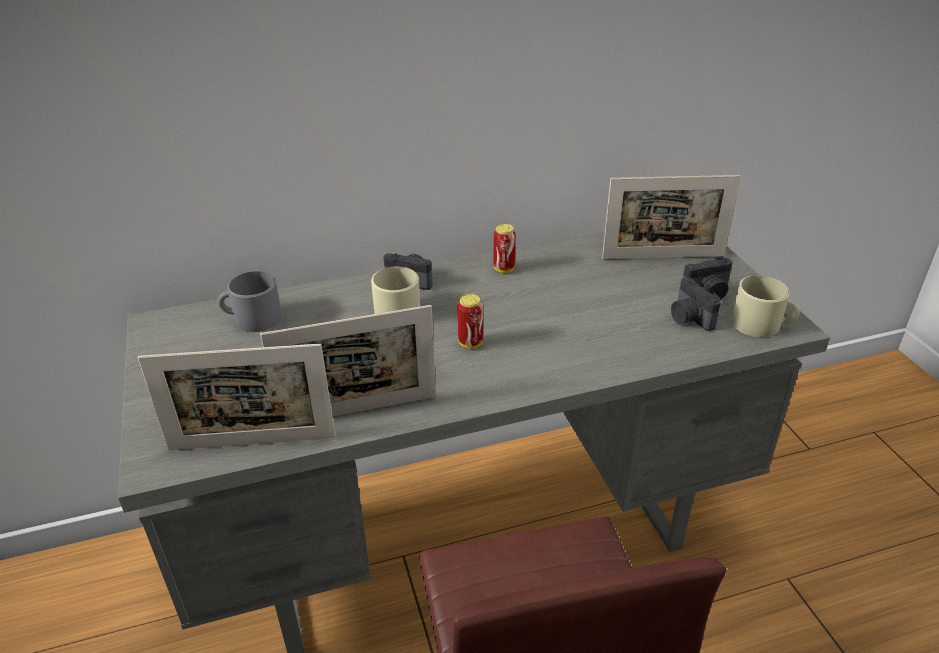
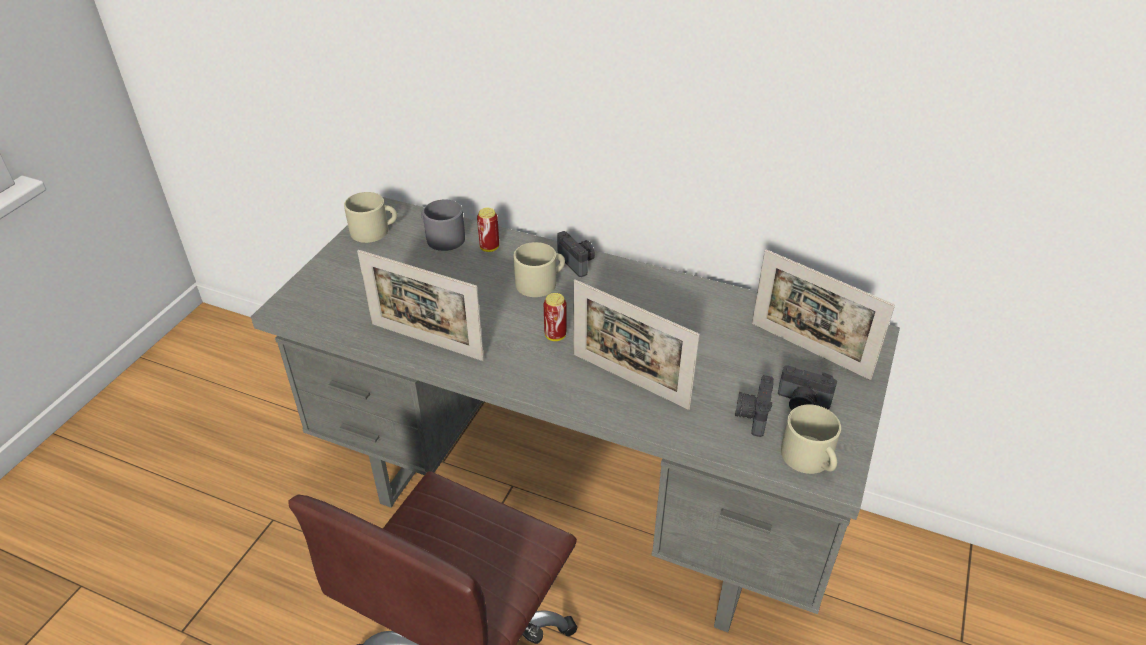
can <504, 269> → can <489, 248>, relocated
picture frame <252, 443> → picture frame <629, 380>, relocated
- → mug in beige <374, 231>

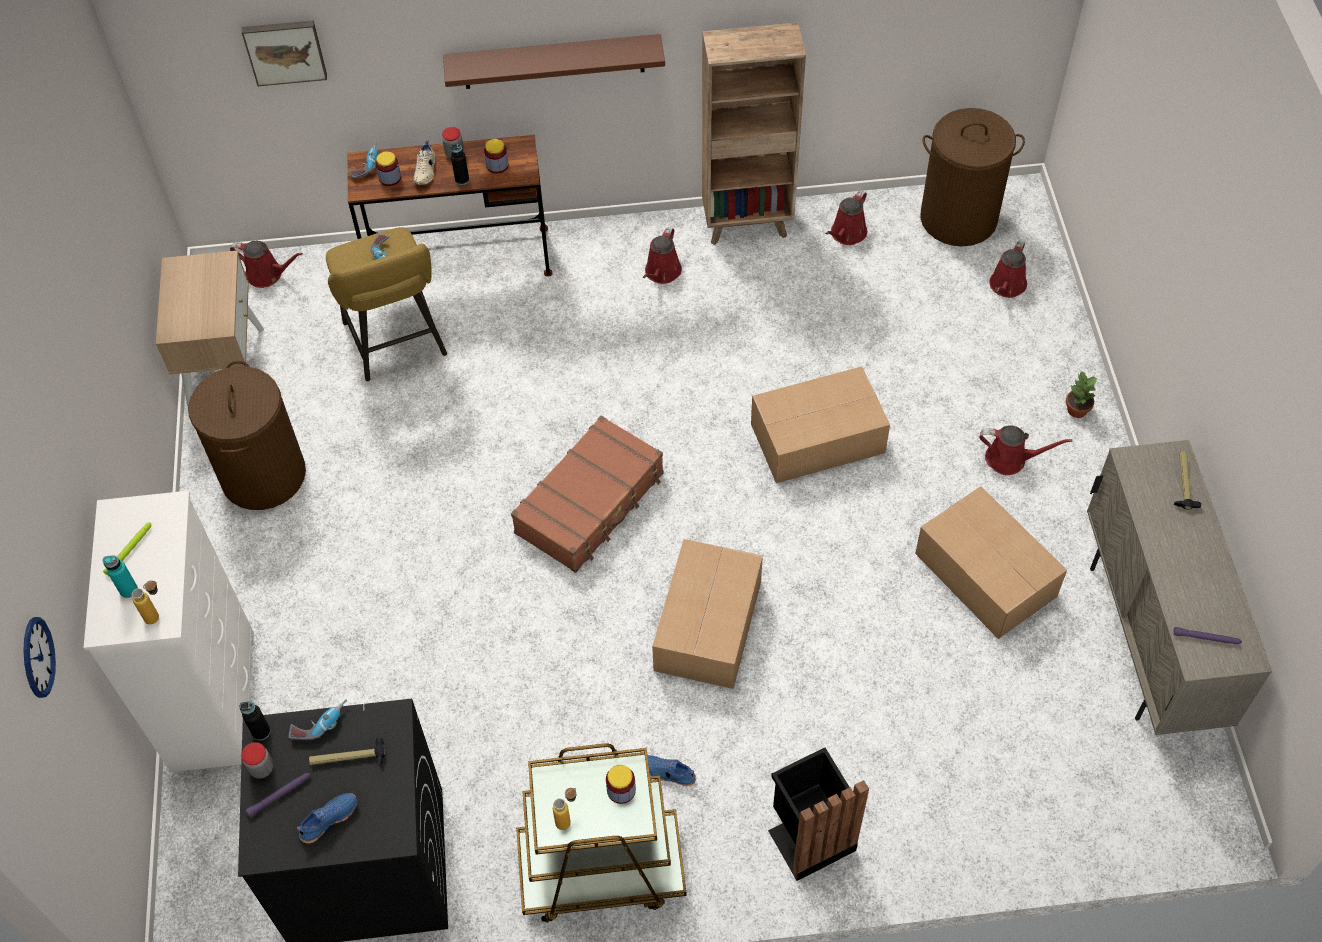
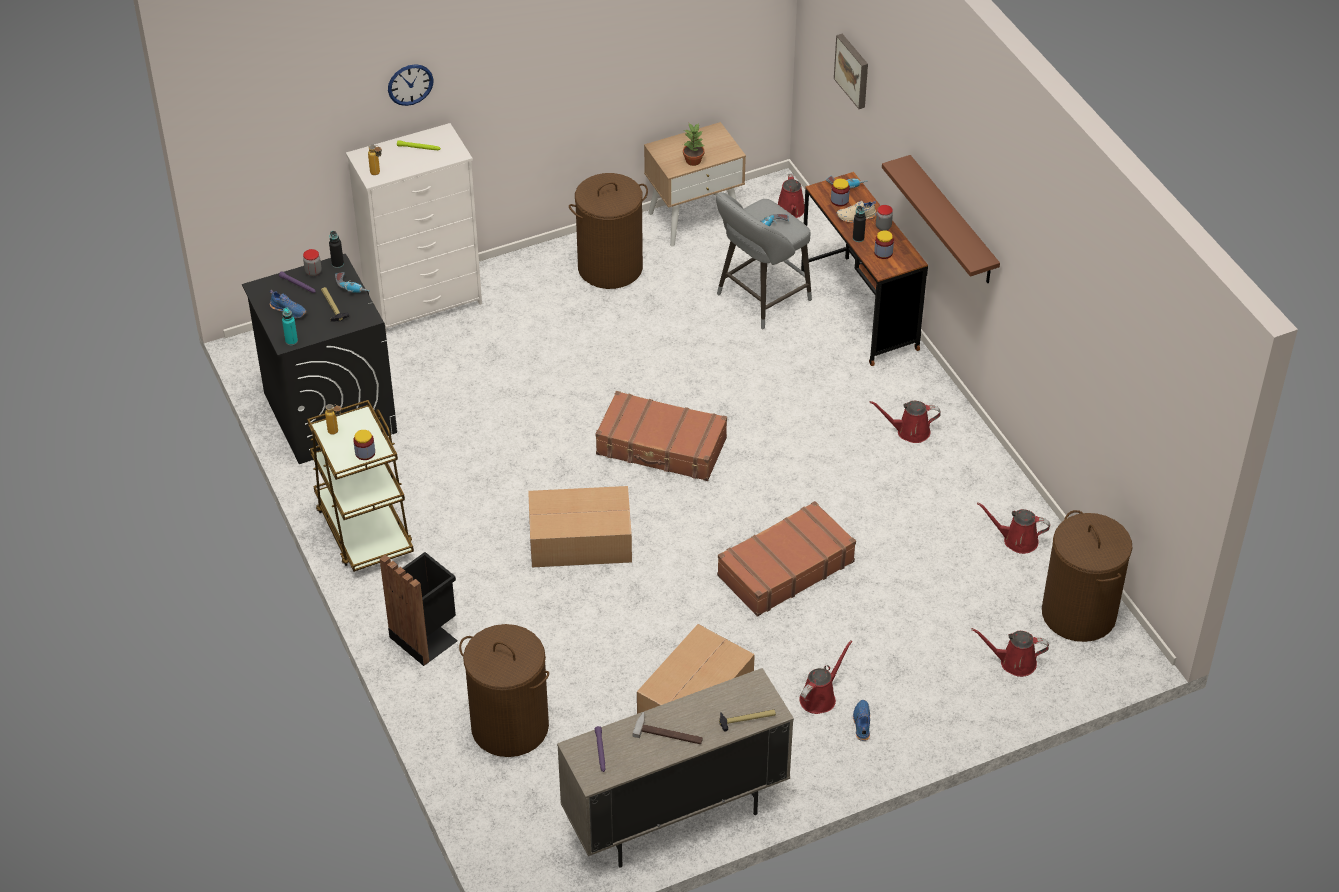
bookcase in brown <748, 224> → -
stool in yellow <397, 344> → stool in grey <759, 300>
cardboard box <819, 438> → suitcase in brown <784, 568>
potted plant <1076, 409> → potted plant <693, 160>, relocated
watering can in red <1010, 459> → watering can in red <820, 697>, 135 degrees counterclockwise
bottle in turquoise <128, 590> → bottle in turquoise <291, 341>, relocated
wall clock <37, 657> → wall clock <410, 84>, relocated
shoe in blue <668, 773> → shoe in blue <861, 723>, relocated
- → laundry basket in brown <509, 727>
- → hammer <669, 732>

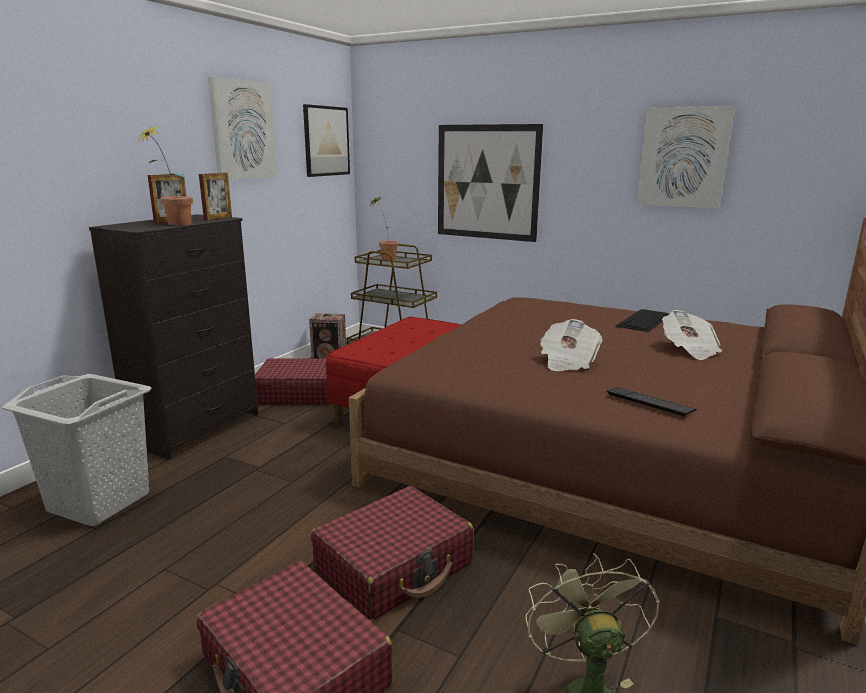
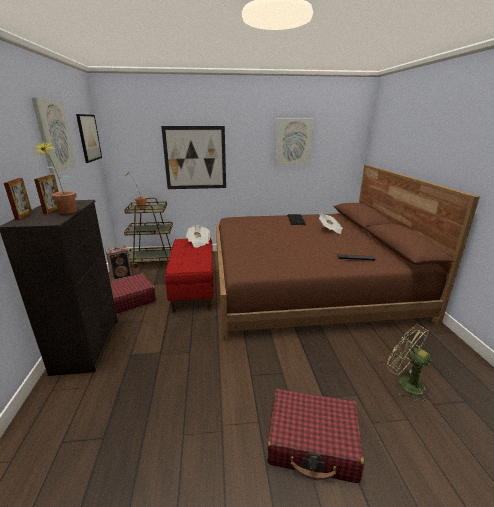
picture frame <218, 218> → picture frame <24, 216>, relocated
newspaper <567, 362> → newspaper <198, 242>, relocated
laundry basket in grey <99, 502> → -
suitcase in red <394, 566> → -

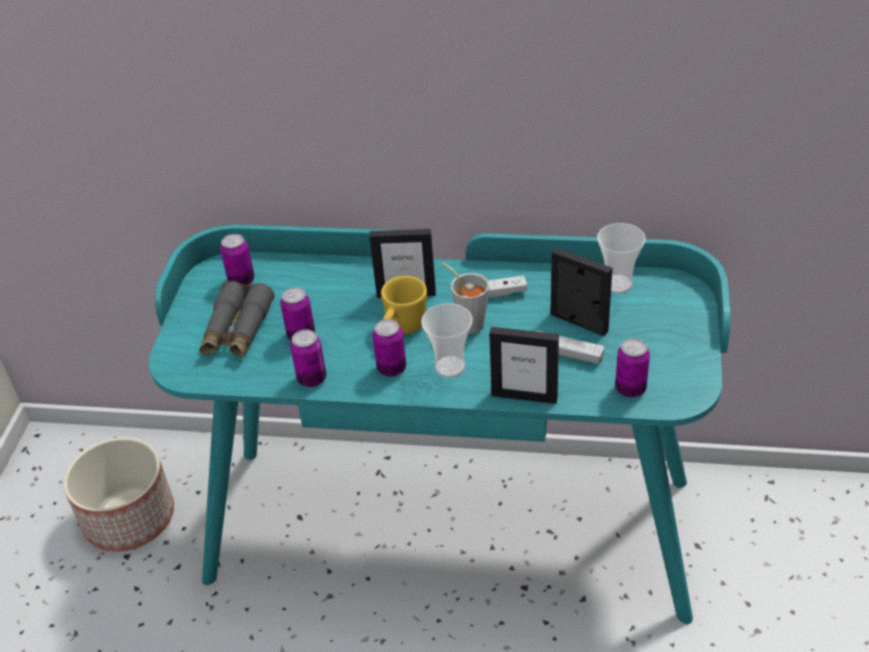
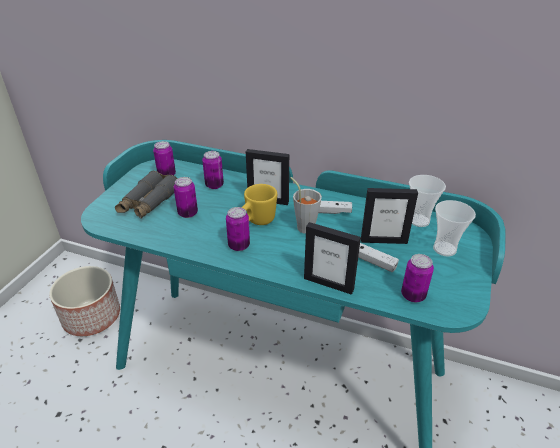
picture frame <578, 323> → picture frame <383, 240>, 135 degrees clockwise
cup <450, 367> → cup <444, 249>, relocated
can <312, 379> → can <214, 185>, relocated

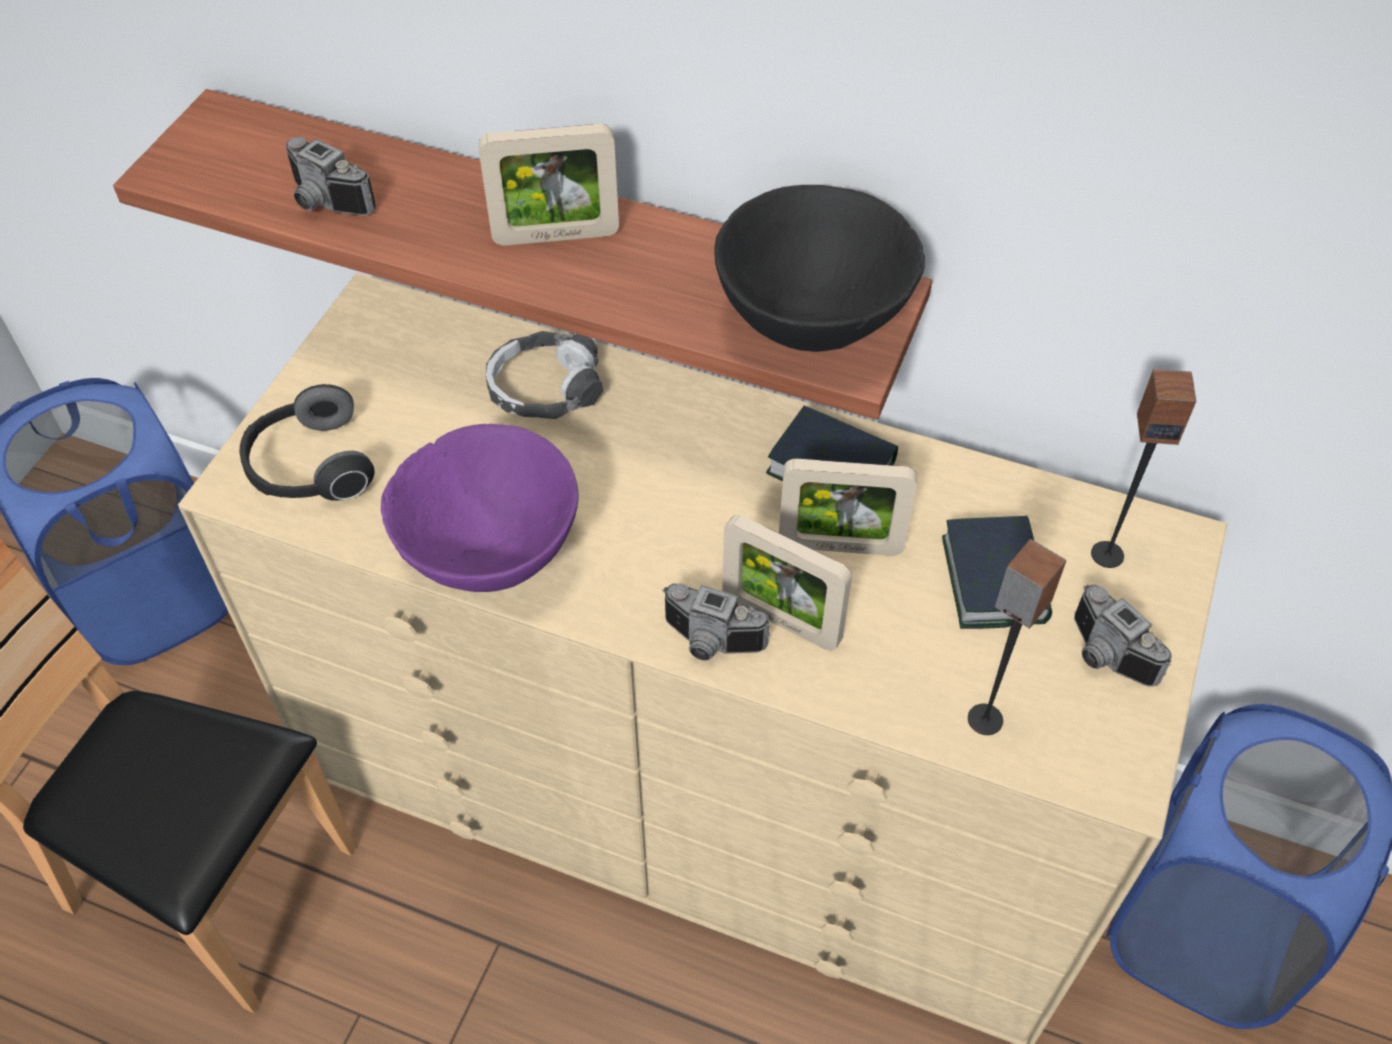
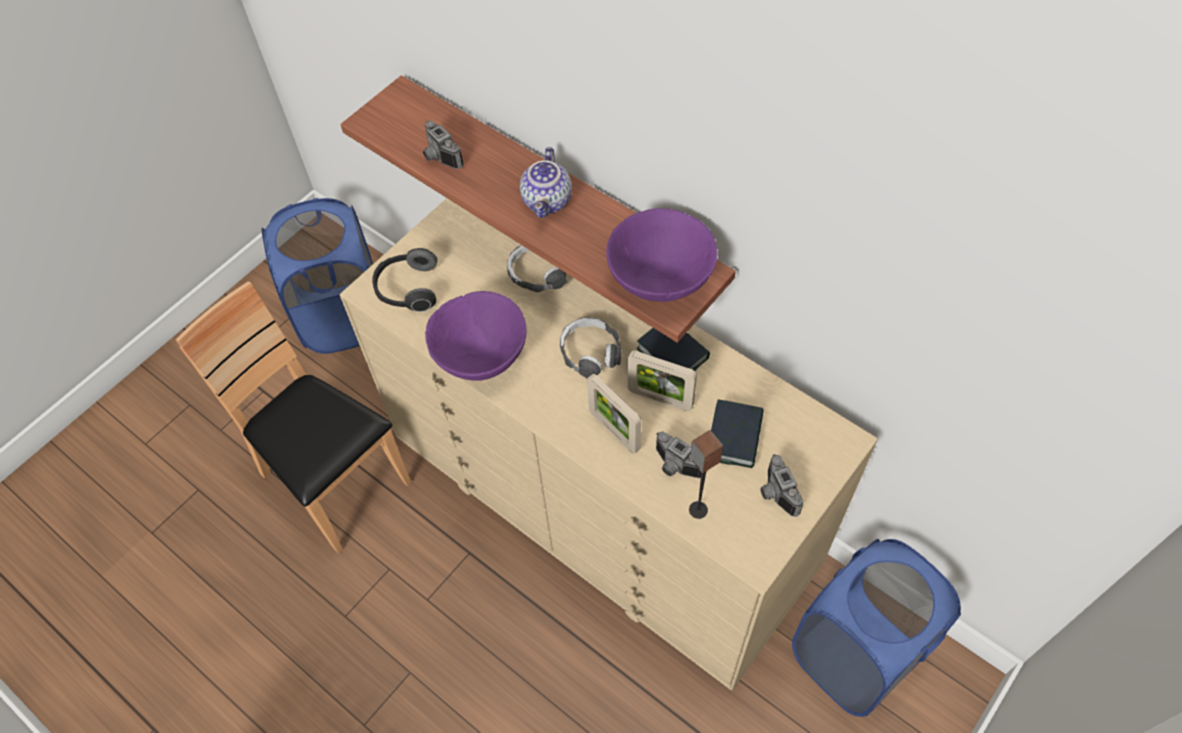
picture frame <556, 236> → teapot <548, 201>
bowl in black <811, 325> → bowl in purple <660, 283>
speaker <1107, 554> → -
photo camera <709, 644> → photo camera <675, 467>, relocated
- → headphones <590, 352>

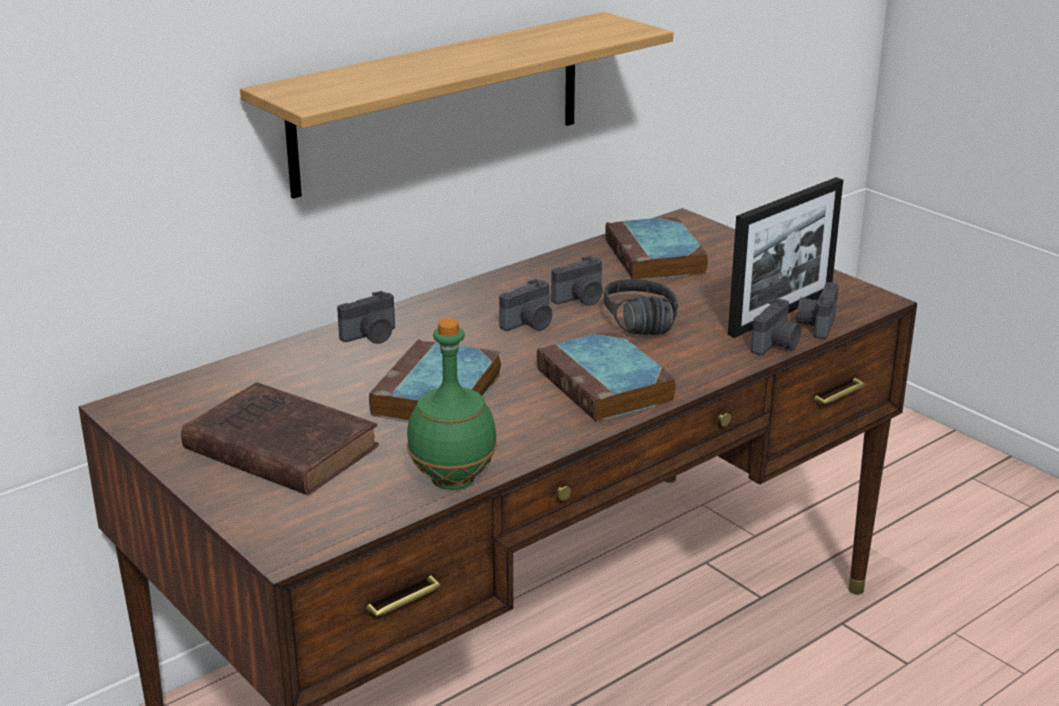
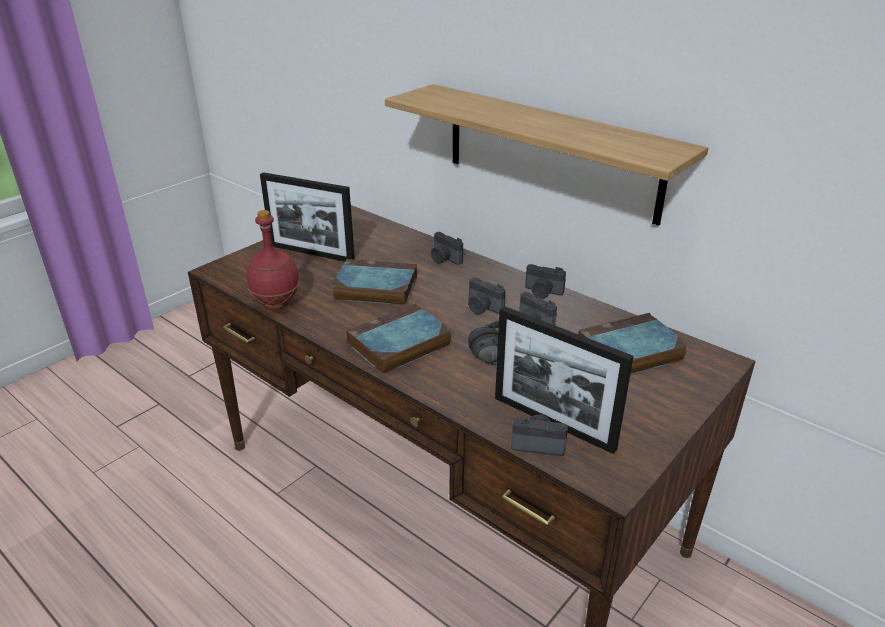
photo camera <777, 345> → photo camera <542, 292>, relocated
bottle in green <453, 480> → bottle in red <277, 304>
book in brown <277, 447> → picture frame <311, 253>

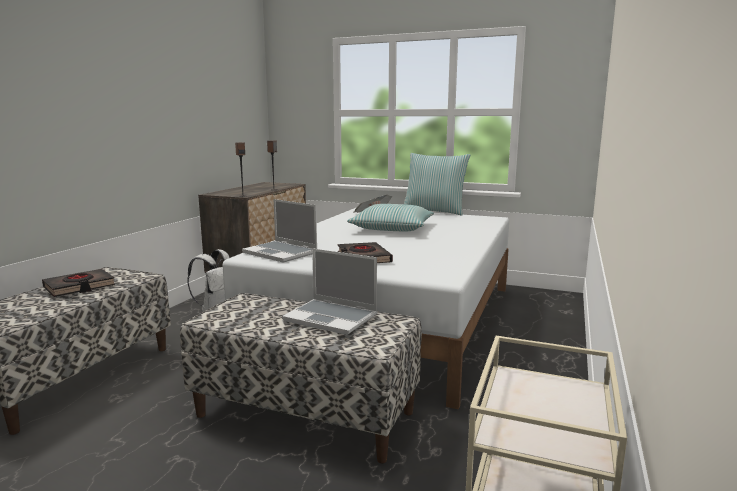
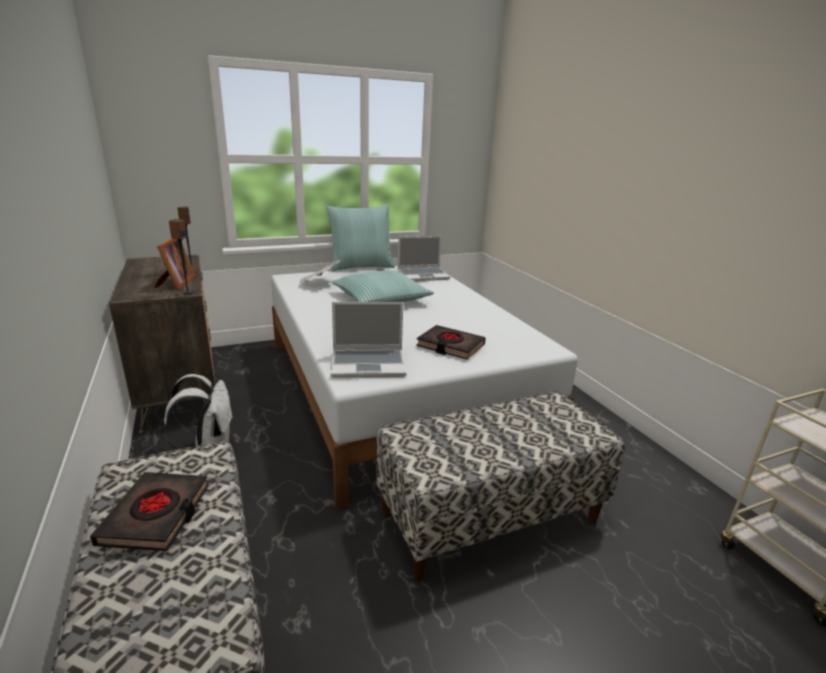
laptop <332, 318> → laptop <423, 275>, relocated
- → picture frame <176, 283>

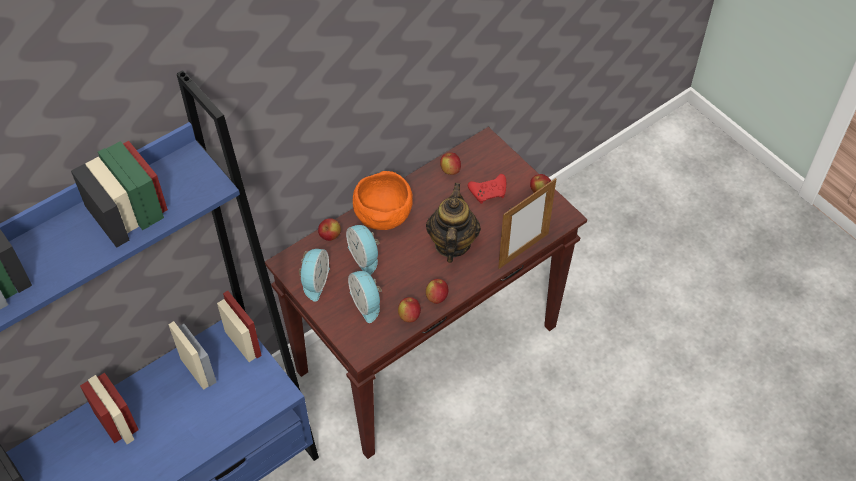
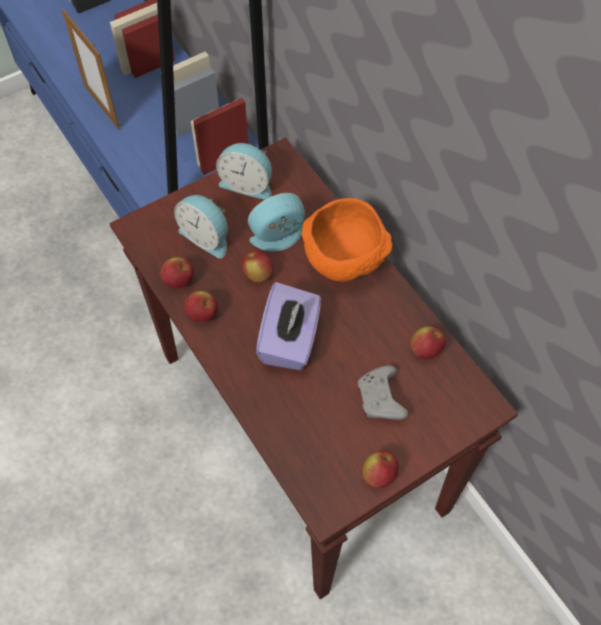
game controller in red <489, 192> → game controller in grey <381, 399>
picture frame <523, 250> → picture frame <101, 107>, relocated
teapot <452, 243> → tissue box in purple <290, 340>
apple <330, 236> → apple <258, 275>, relocated
alarm clock <367, 303> → alarm clock <206, 236>, 120 degrees counterclockwise

